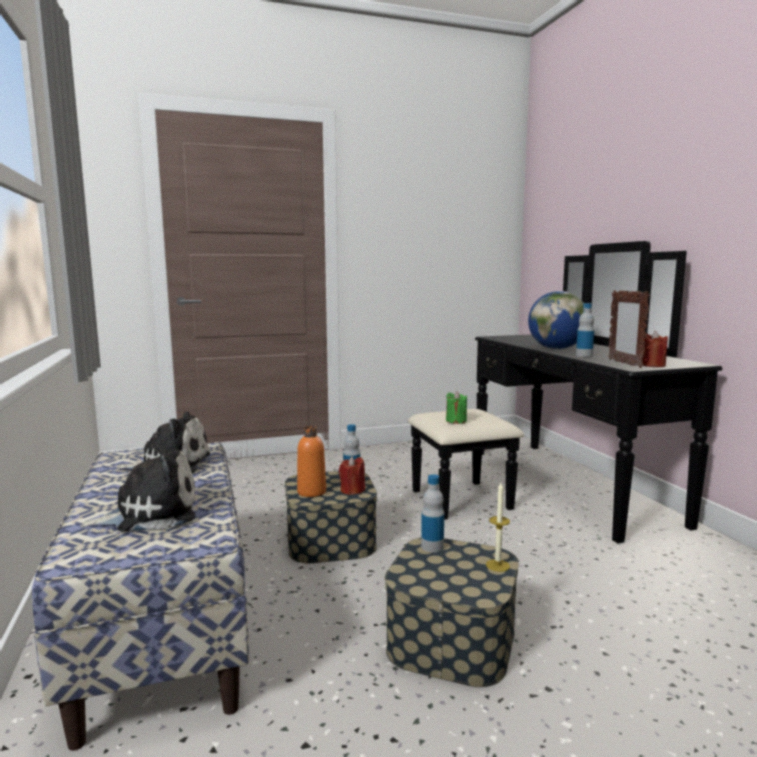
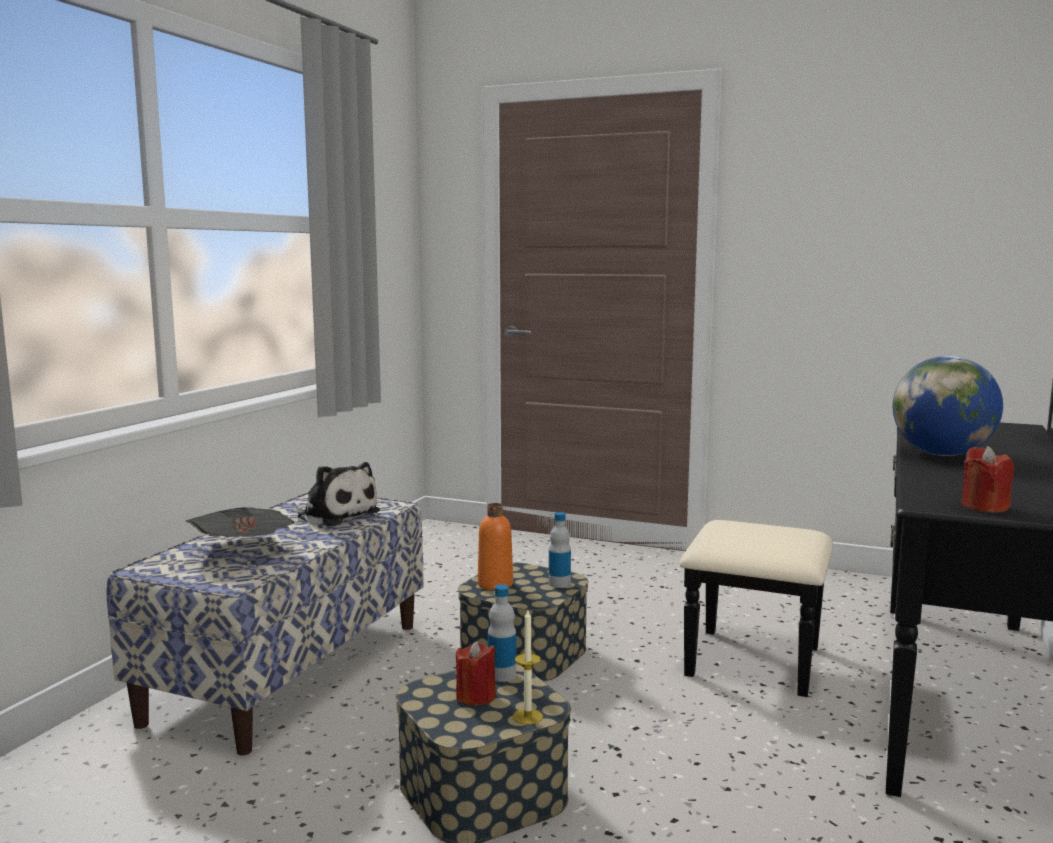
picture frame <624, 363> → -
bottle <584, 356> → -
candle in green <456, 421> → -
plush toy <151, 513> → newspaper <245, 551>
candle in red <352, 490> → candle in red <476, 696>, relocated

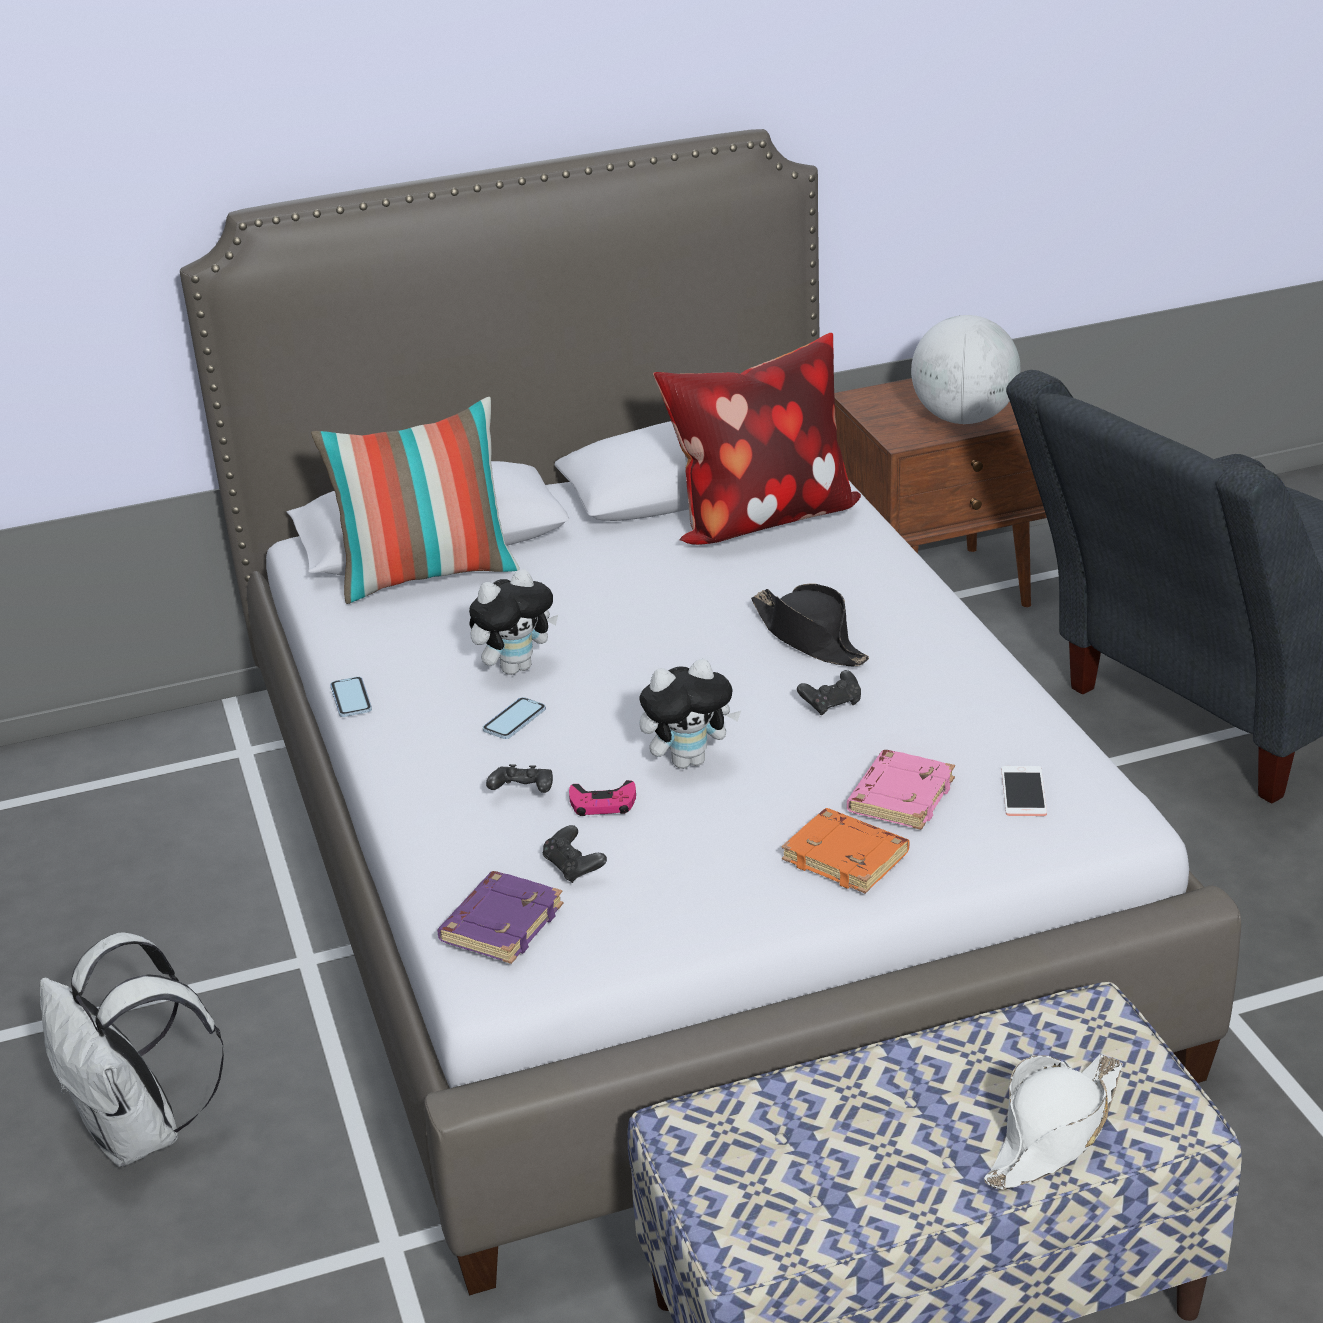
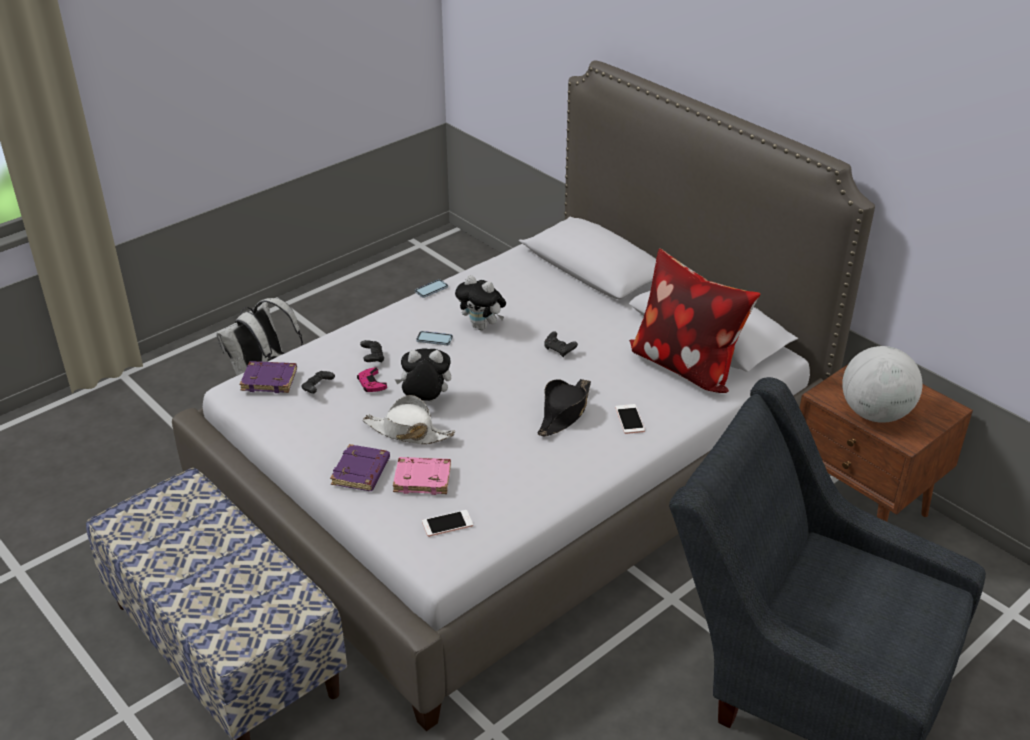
pillow <427, 575> → -
plush toy <689, 760> → plush toy <425, 401>, 135 degrees clockwise
game controller in black <831, 704> → game controller in black <559, 350>, relocated
book in orange <847, 857> → book in purple <361, 472>
hat in white <1053, 1133> → hat in white <408, 432>, relocated
- → phone <629, 419>

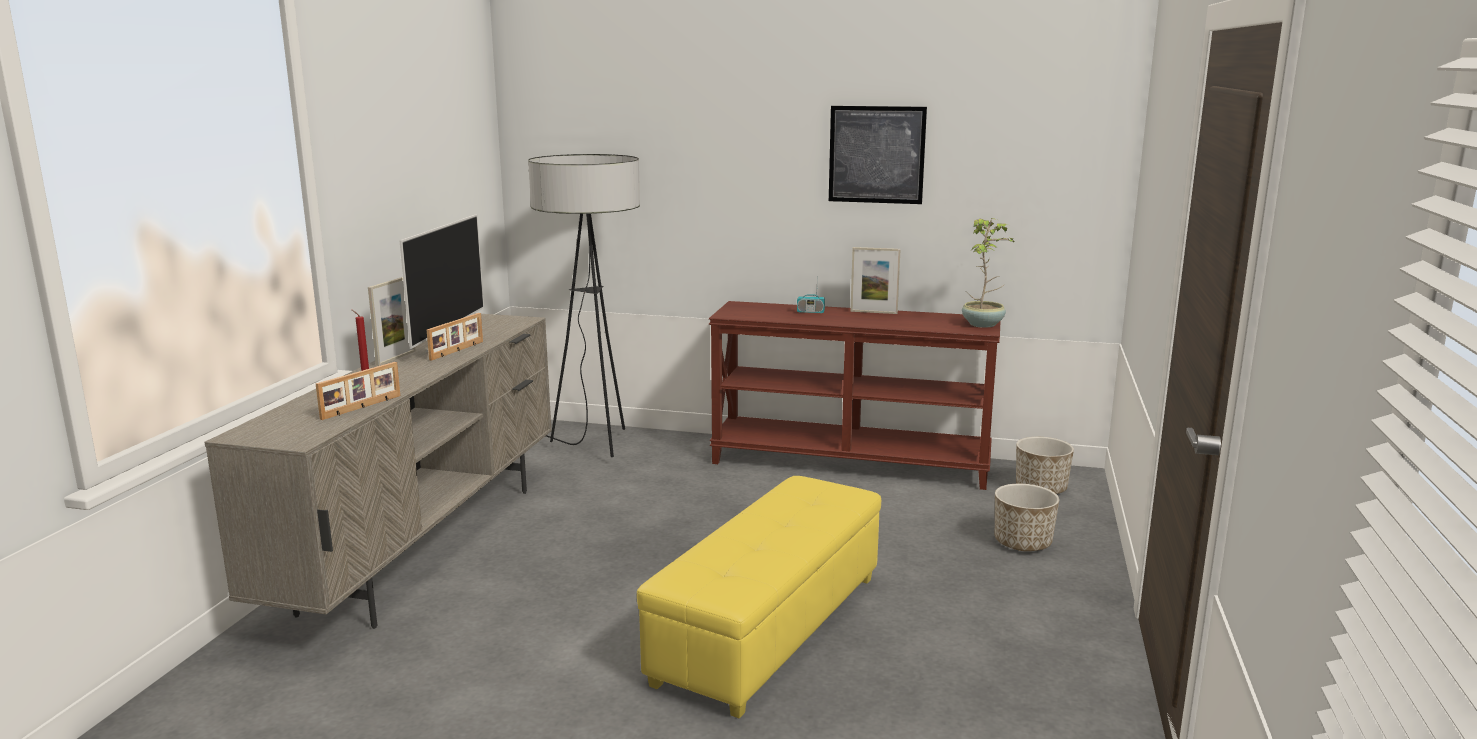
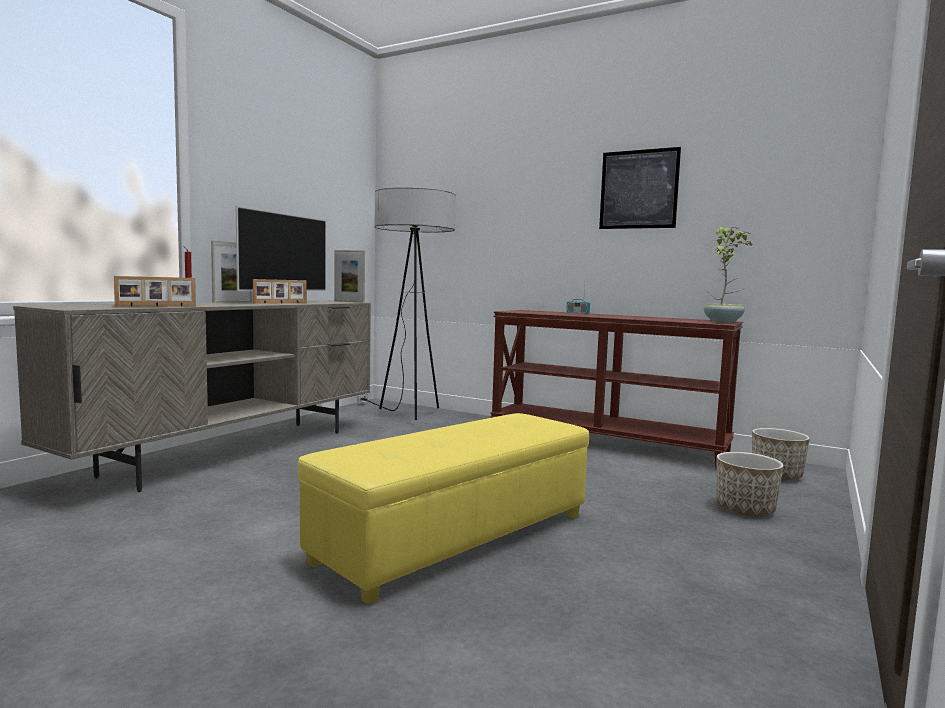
picture frame <873, 312> → picture frame <349, 301>, relocated

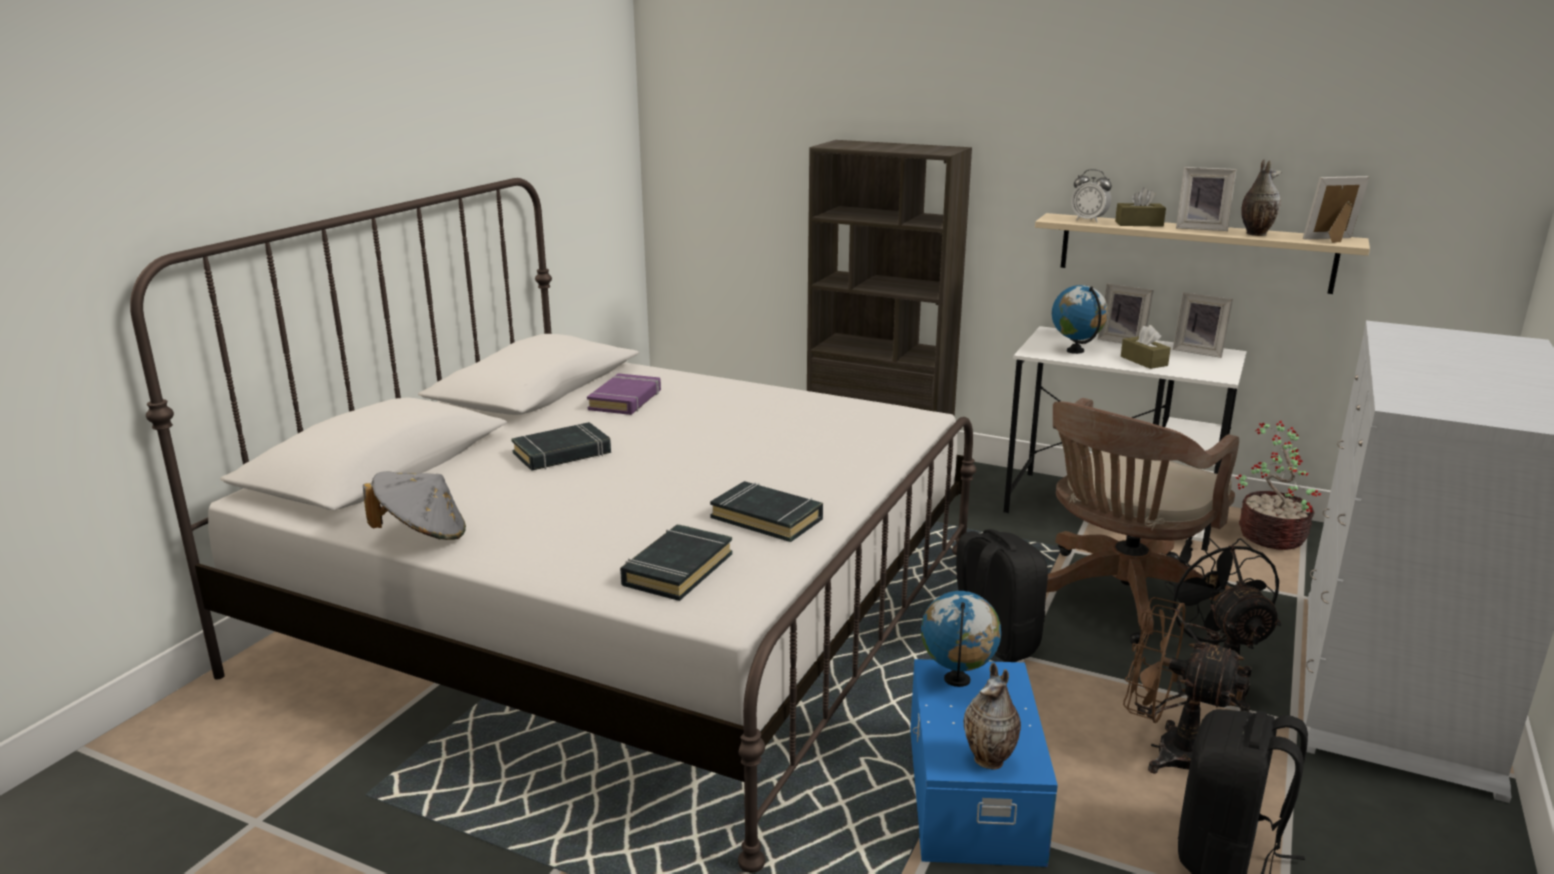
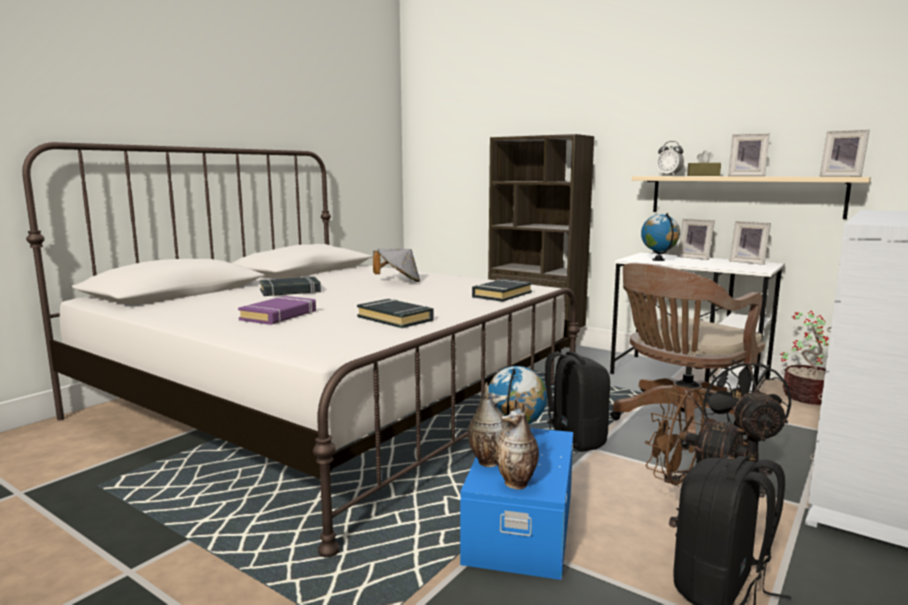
vase <1255, 234> → vase <487, 461>, relocated
picture frame <1332, 240> → picture frame <842, 176>, 135 degrees counterclockwise
tissue box in brown <1144, 361> → -
book in purple <625, 400> → book in purple <279, 316>, relocated
hat in grey <422, 535> → hat in grey <398, 281>, relocated
book in black <677, 569> → book in black <501, 295>, relocated

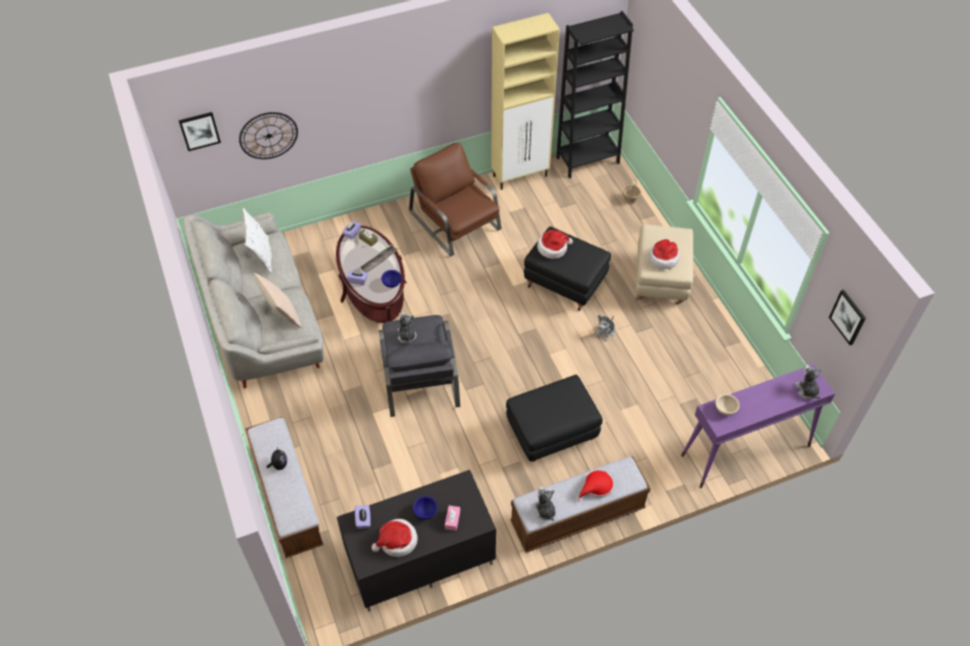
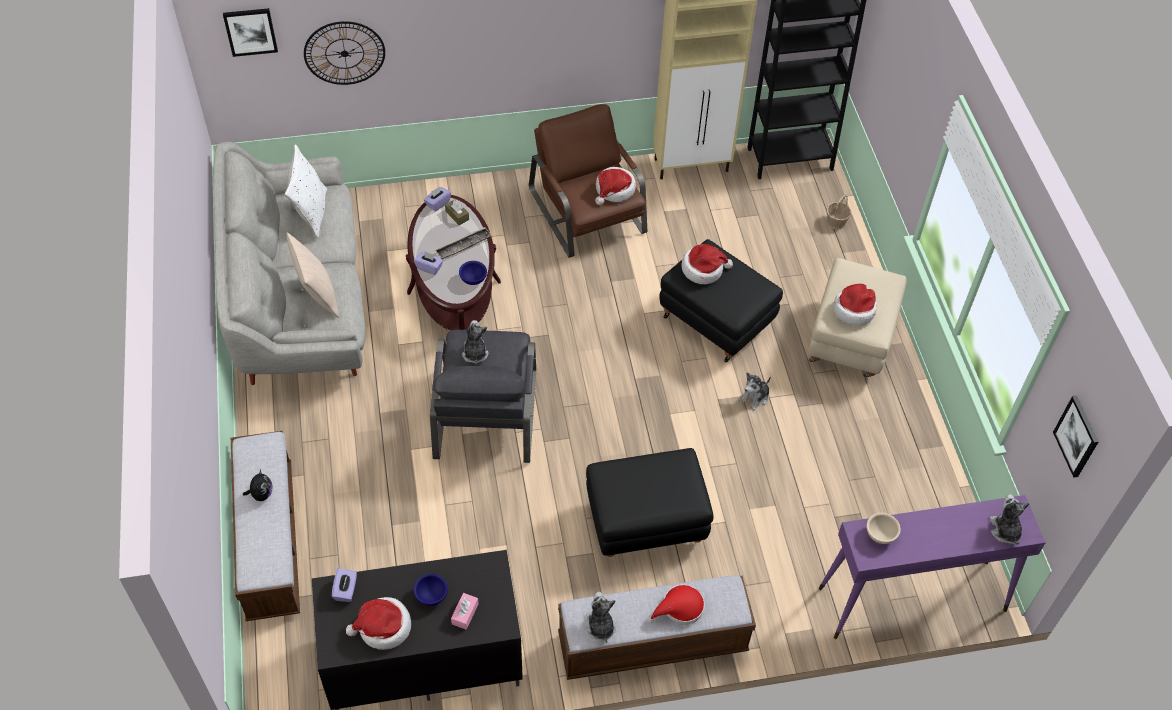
- → hat <614, 190>

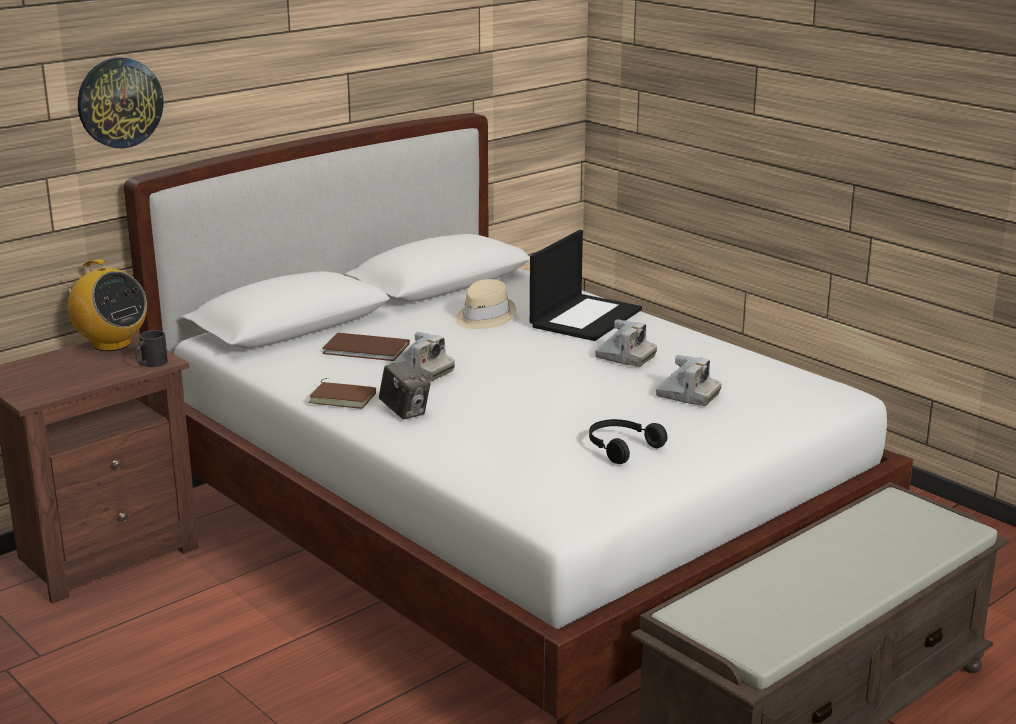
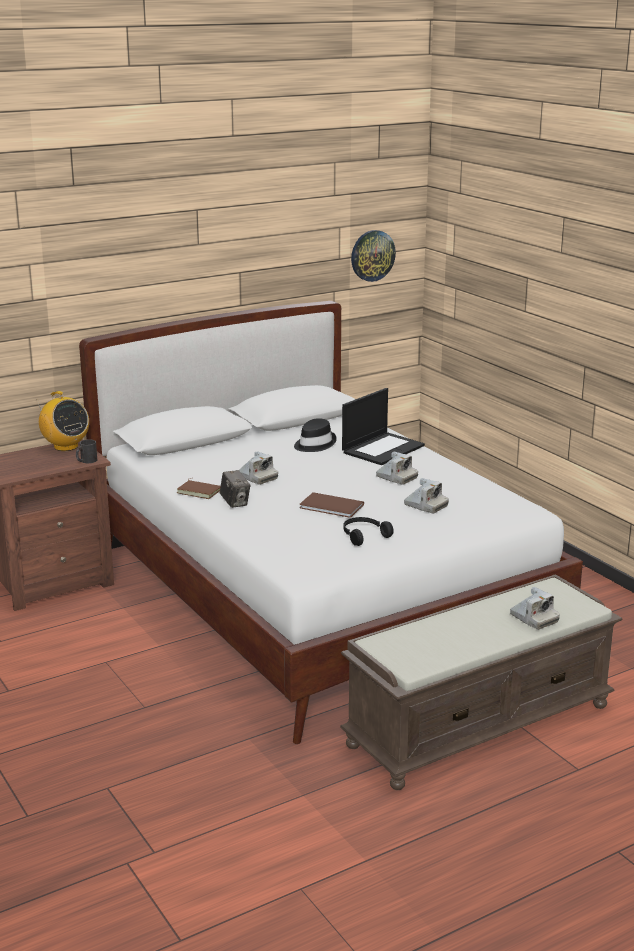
wall clock <119, 102> → wall clock <372, 255>, relocated
hat in beige <484, 317> → hat in black <314, 444>
book in brown <367, 349> → book in brown <332, 507>, relocated
- → photo camera <534, 618>

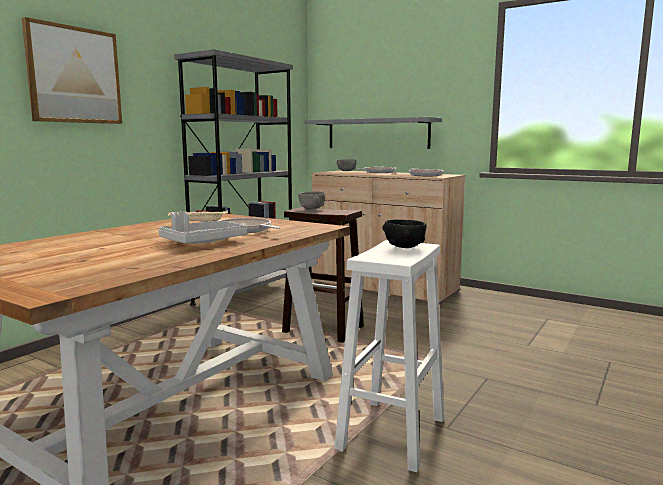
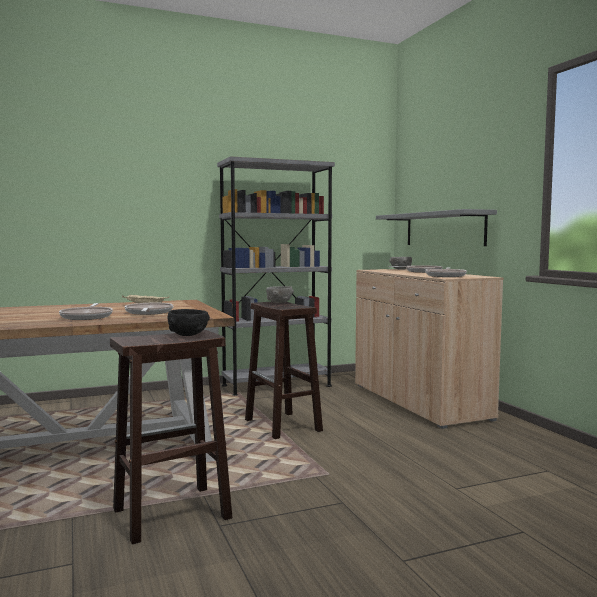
picture <74, 75> → -
tray in grey <203, 242> → frying pan <87, 317>
stool in white <392, 434> → stool in brown <170, 514>

